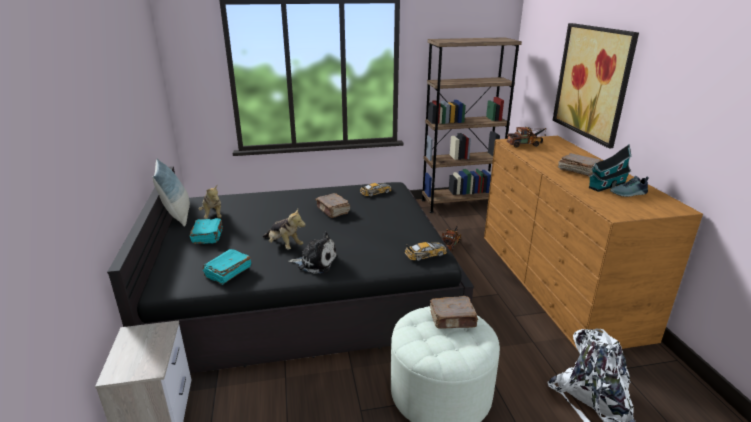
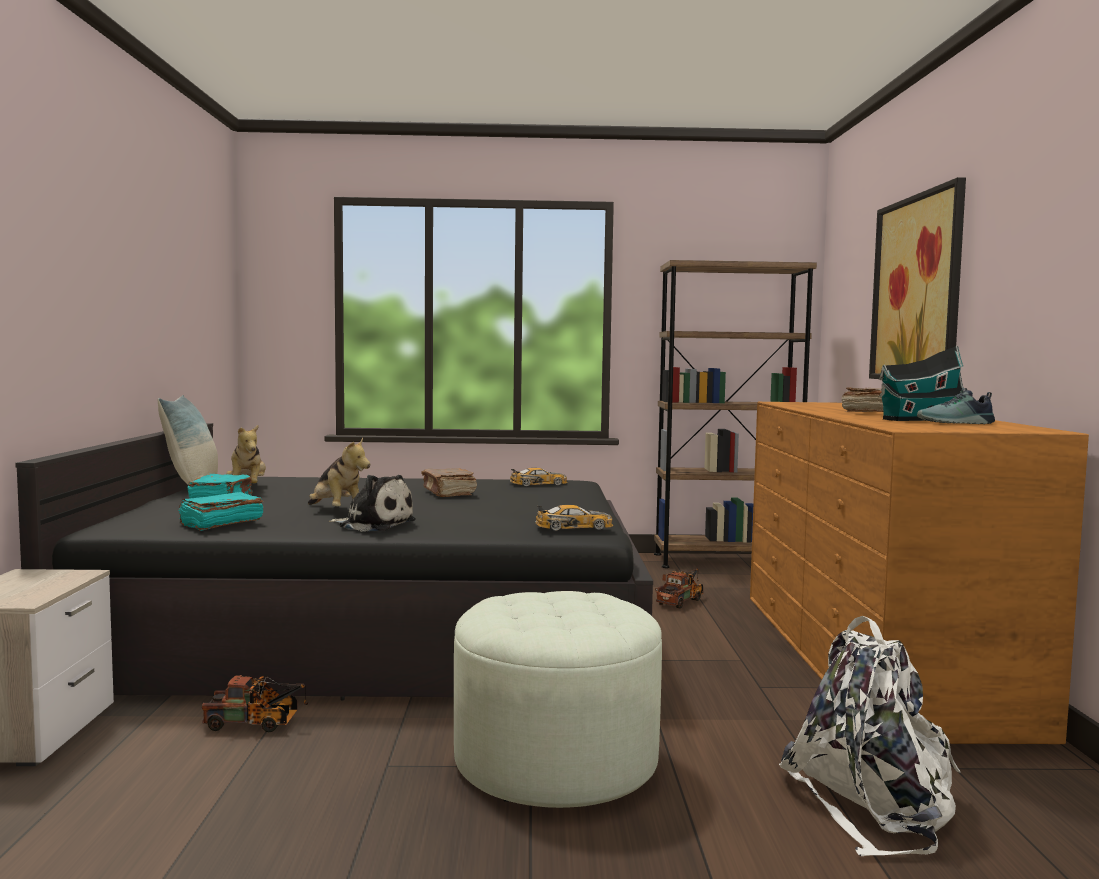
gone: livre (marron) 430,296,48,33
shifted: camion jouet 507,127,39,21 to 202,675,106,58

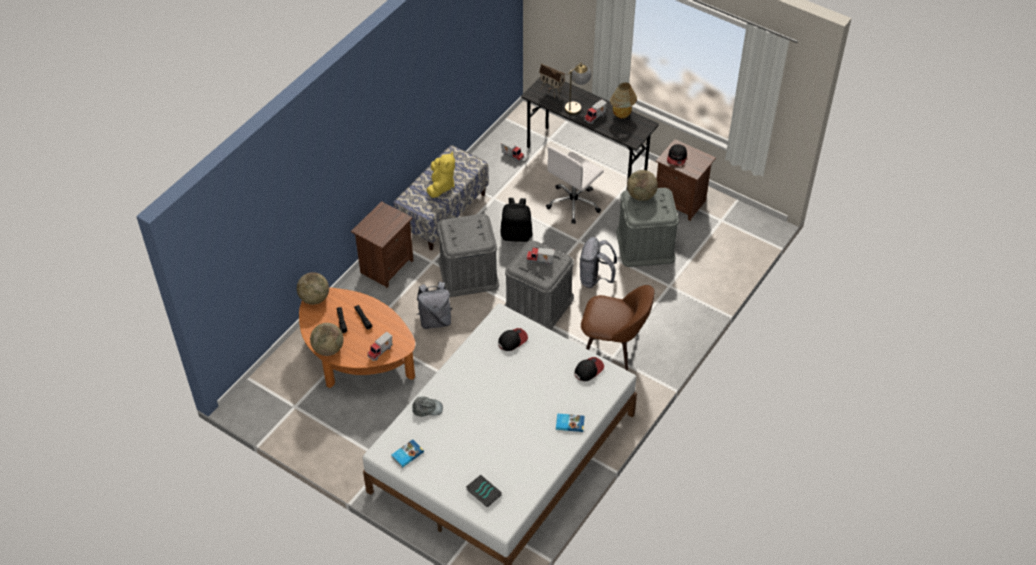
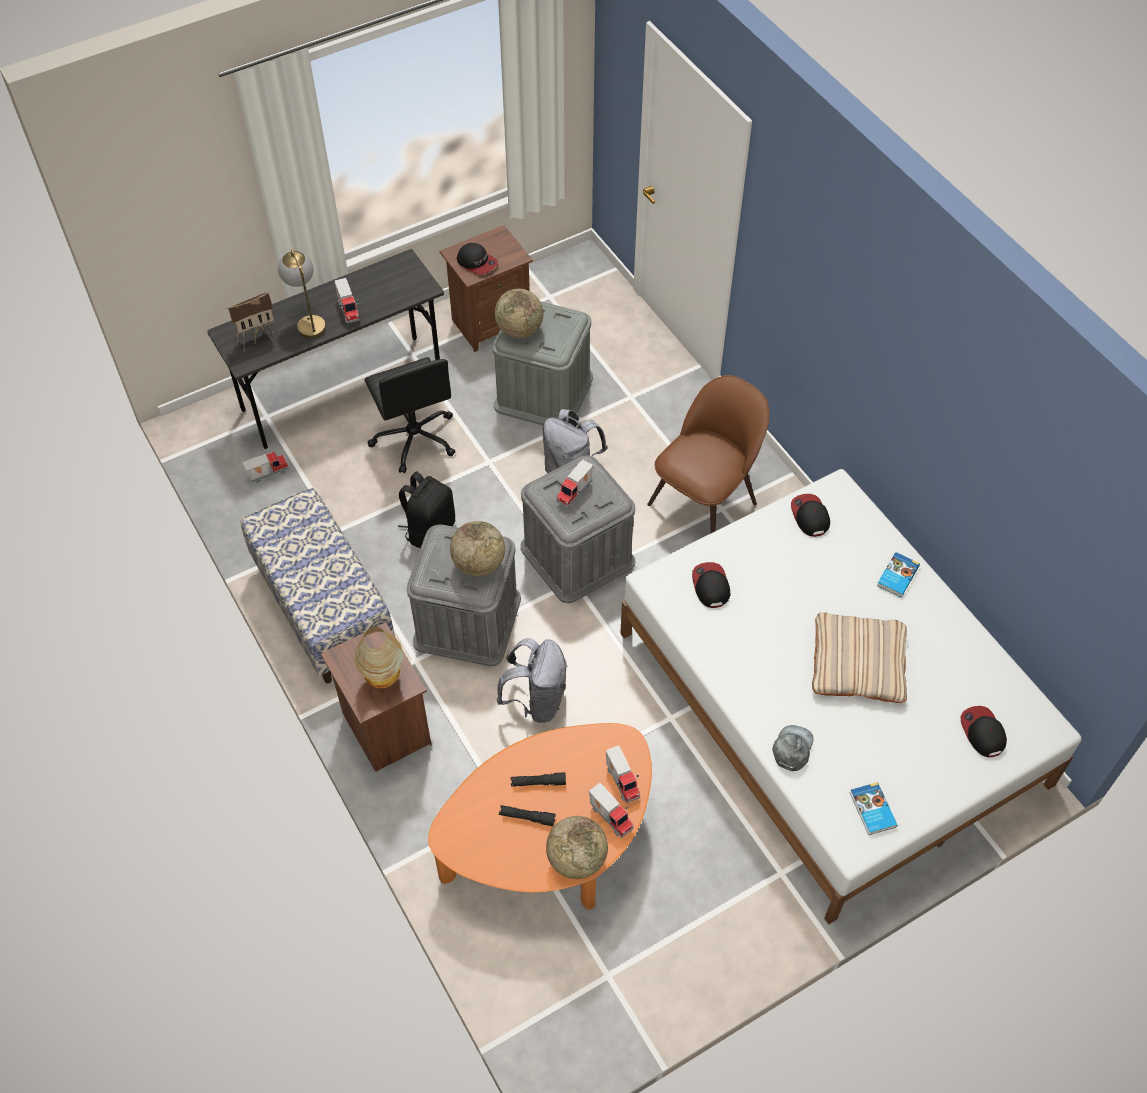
gone: peluche (jaune) 427,151,28,47
new: camion jouet 589,783,45,55; coussin (beige) 812,612,95,91
shifted: globe 297,272,32,33 to 450,521,55,55; lampe de table 610,82,27,36 to 354,627,49,61
swapped: livre 466,475,36,33 to casquette 961,706,46,51
repainted: chaise de bureau (blanc) 546,147,58,76 to chaise de bureau (noir) 364,357,91,116

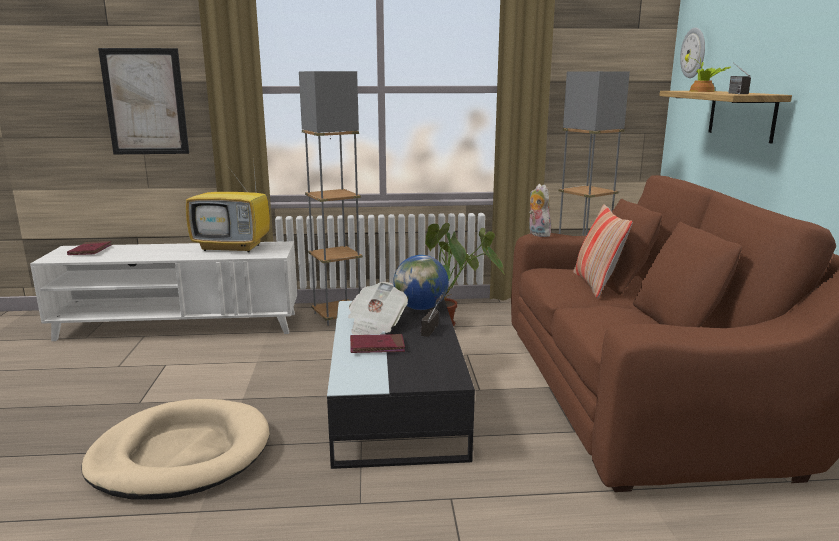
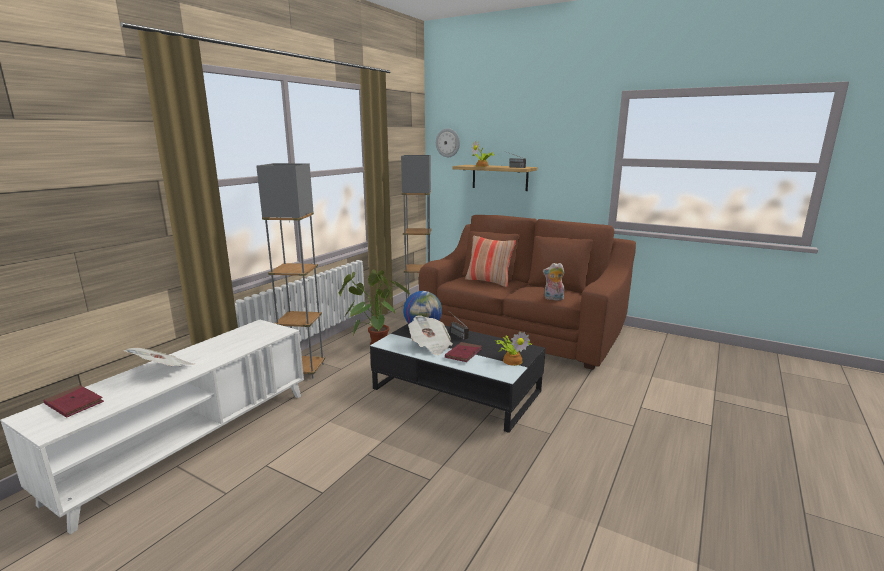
gone: panier pour chien (beige) 81,399,189,101; tableau 98,48,91,106; téléviseur 186,159,84,93
new: journal 123,348,71,18; plante en pot 496,331,37,35
shifted: peluche 529,184,22,53 to 543,263,22,37

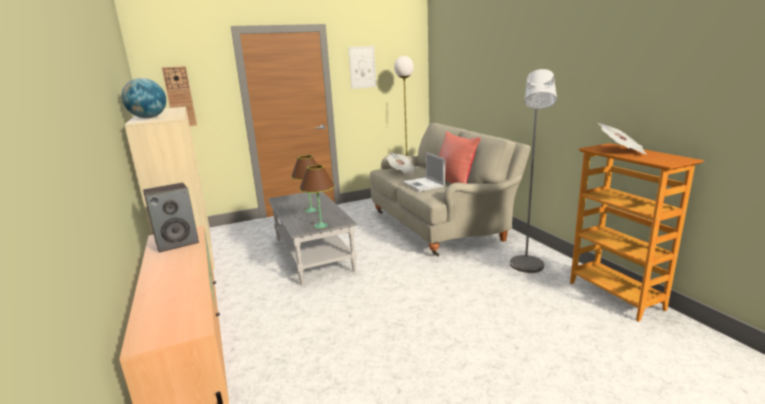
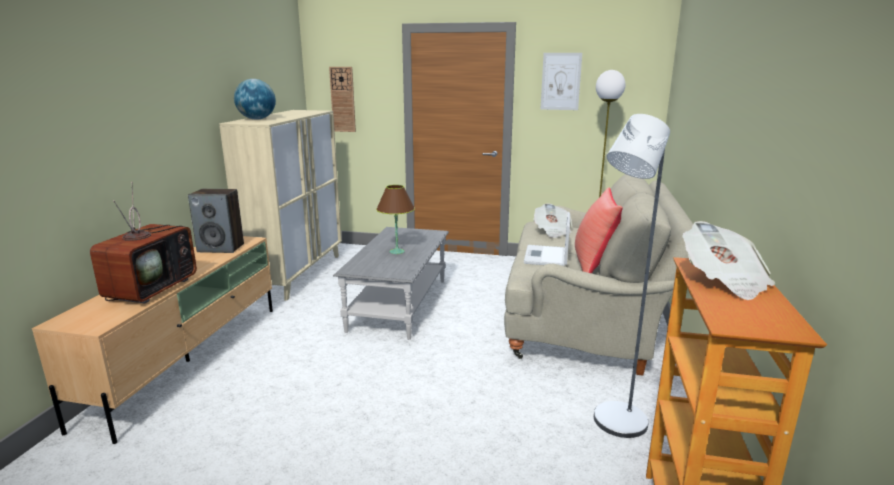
gone: lampe de table (marron) 299,165,36,63
new: téléviseur 90,182,107,121

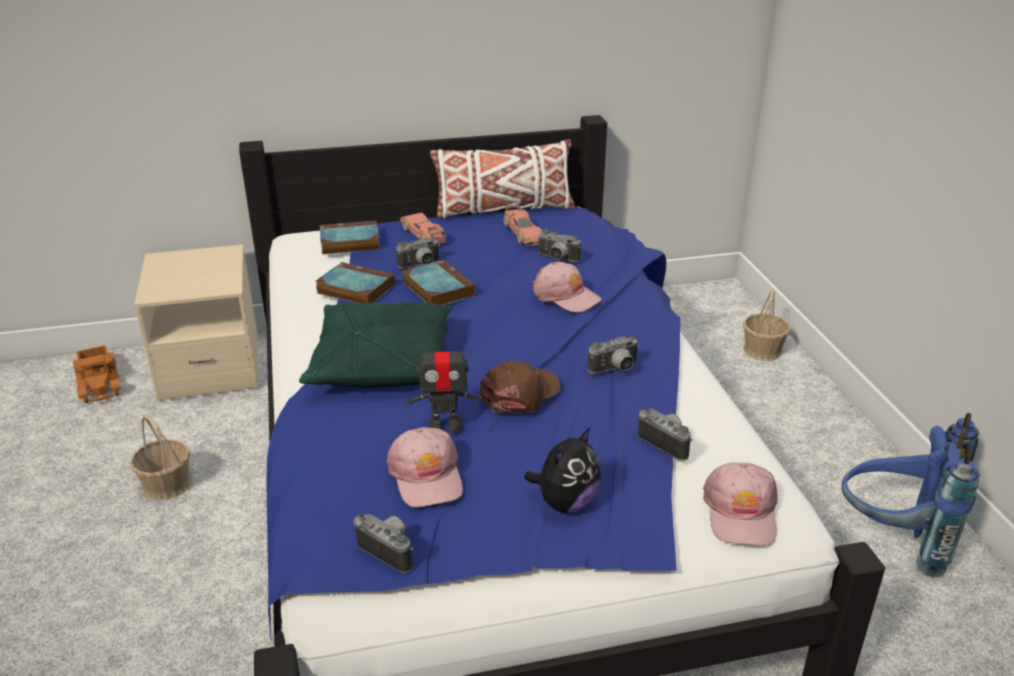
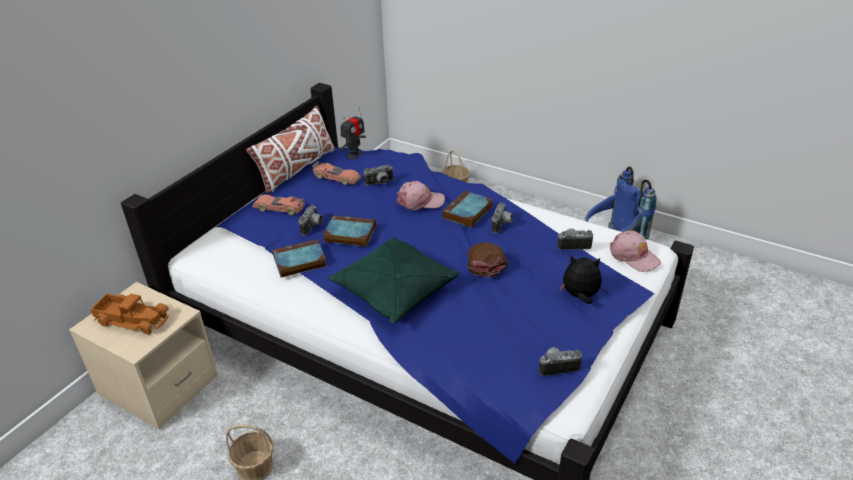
gone: casquette (rose) 386,427,77,80
shifted: camion jouet 73,345,48,58 to 90,293,79,41; livre 320,221,60,33 to 442,191,50,37; robot jouet 405,339,77,95 to 340,108,26,51
rotated: peluche 524,427,77,86 = 559,256,43,48 75 degrees counterclockwise

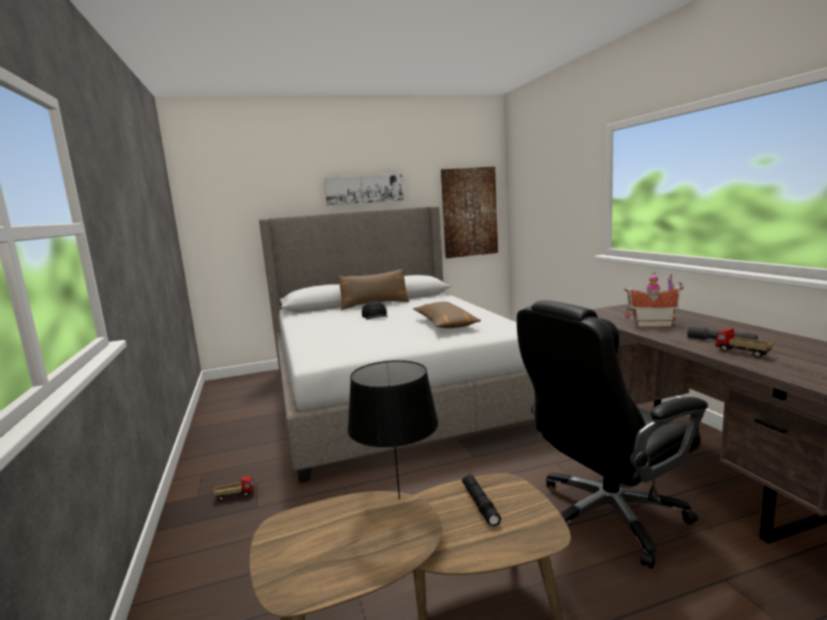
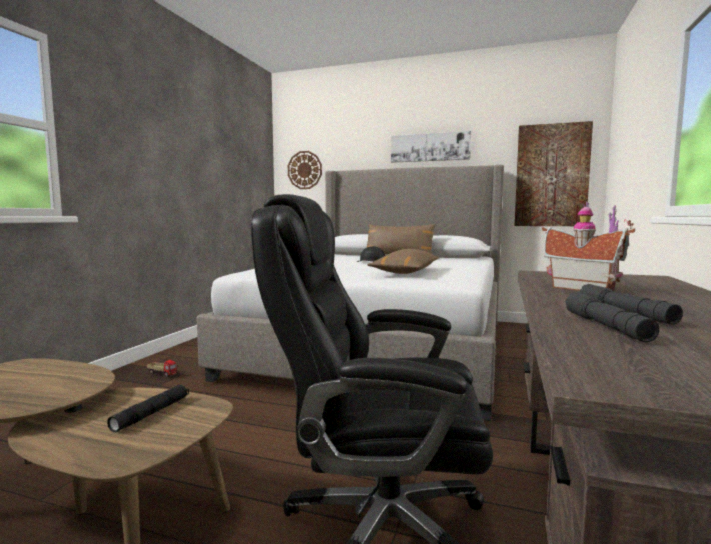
gone: lampe de table (noir) 347,360,92,139
new: horloge murale 288,151,34,38
swapped: camion jouet 714,329,59,29 to lampe de poche (gris) 566,292,93,50

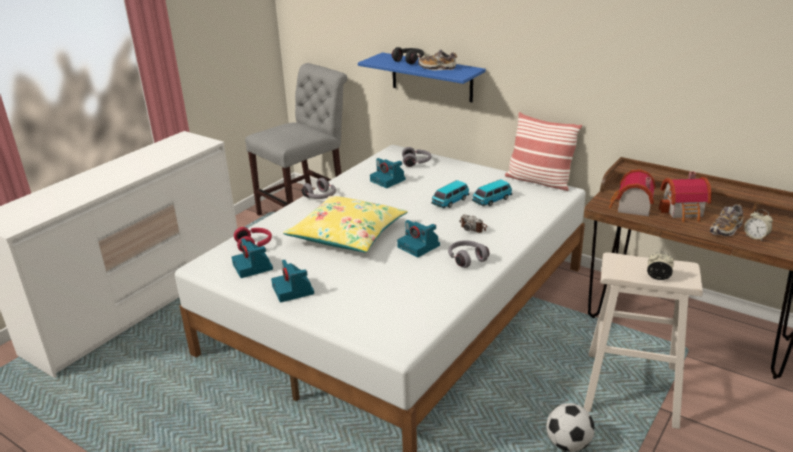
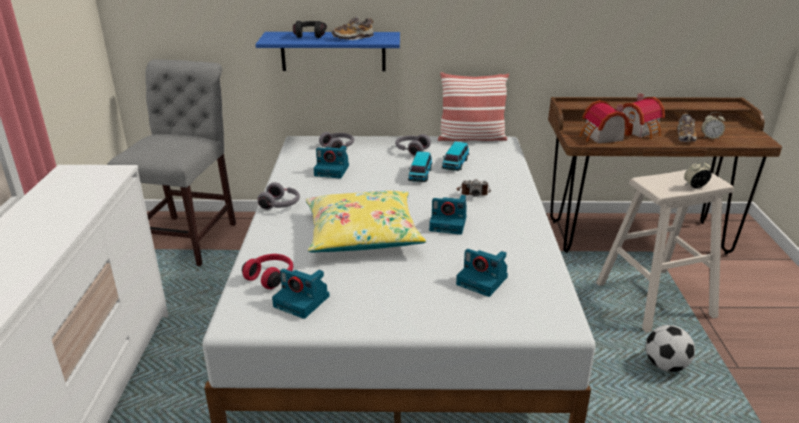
shifted: appareil photo 271,260,43,43 to 456,249,52,48; casque audio (gris) 448,240,41,28 to 395,134,36,22

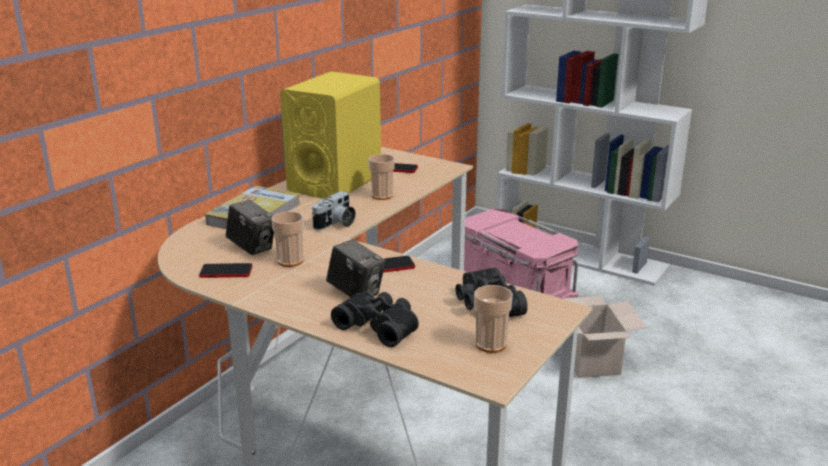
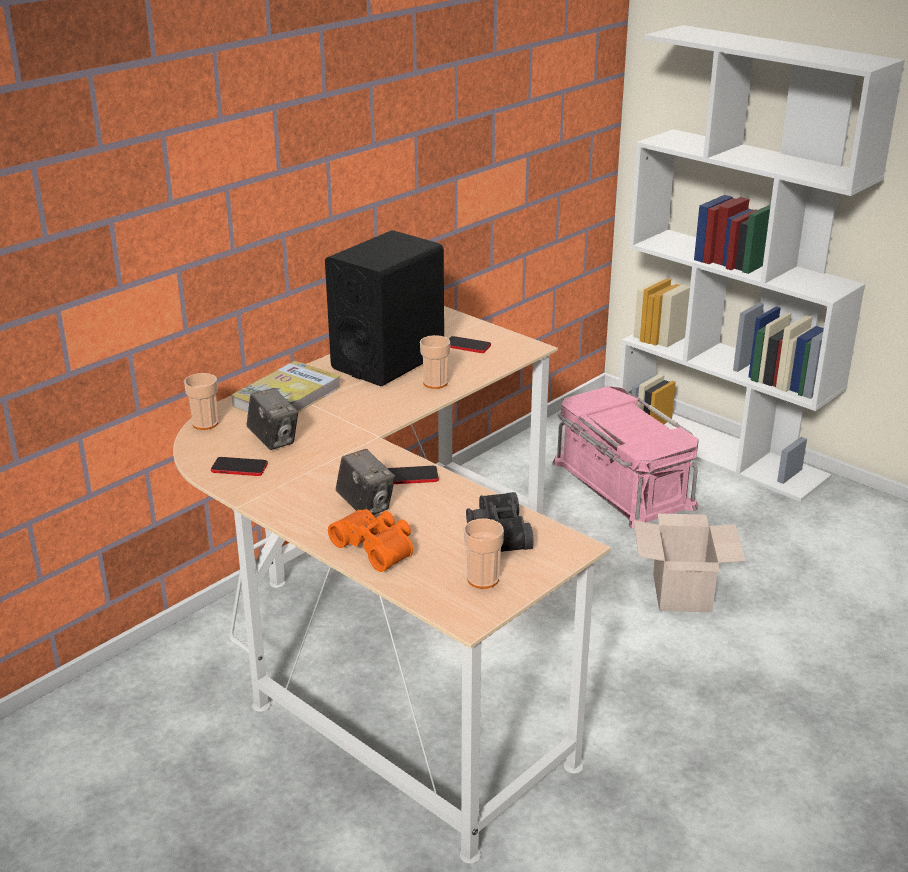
gone: appareil photo 312,191,44,39
shifted: tasse 271,211,33,56 to 184,373,34,57
repainted: enceinte (jaune) 280,71,101,128 to enceinte (noir) 325,230,119,156; jumelles (noir) 331,291,88,56 to jumelles (orange) 328,509,85,63

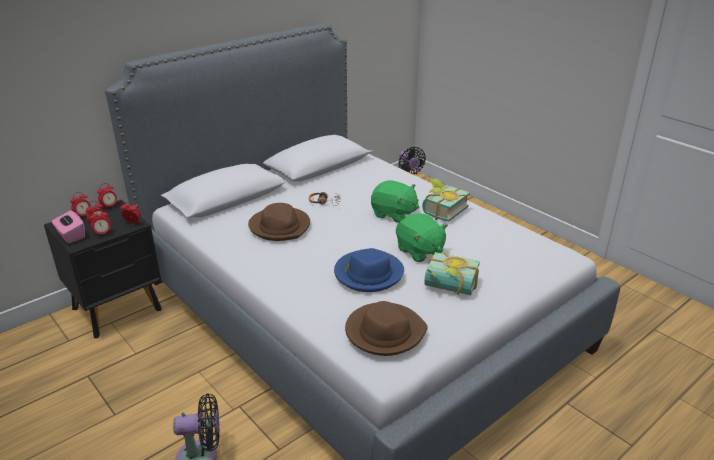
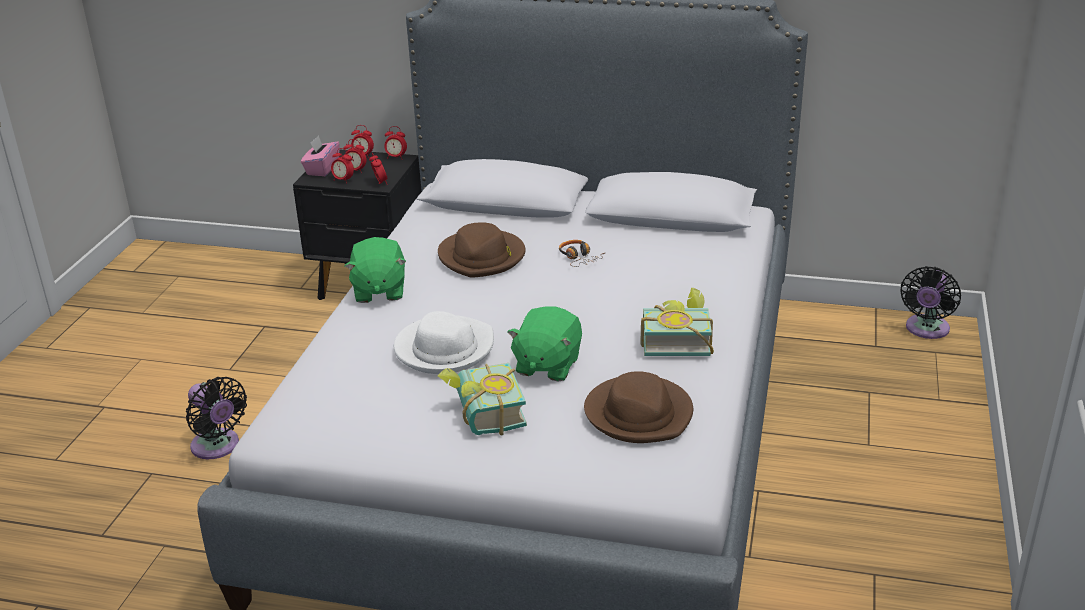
shifted: chapeau (marron) 345,301,83,55 to 584,371,109,72; peluche (vert) 371,180,48,43 to 345,237,61,66
repainted: chapeau (bleu) 334,248,70,44 to chapeau (blanc) 394,311,100,63

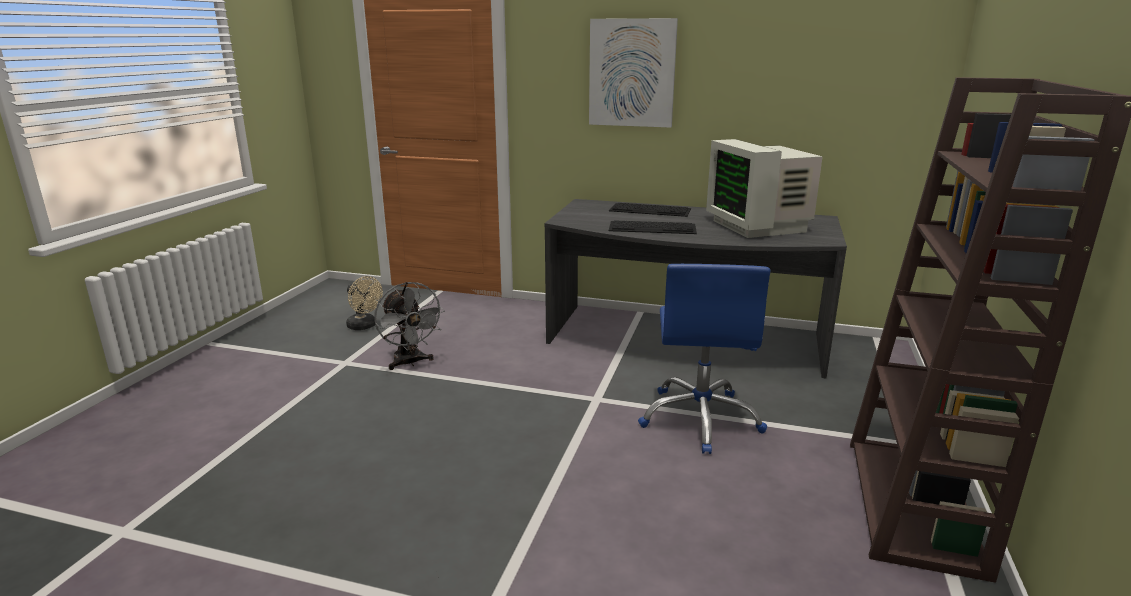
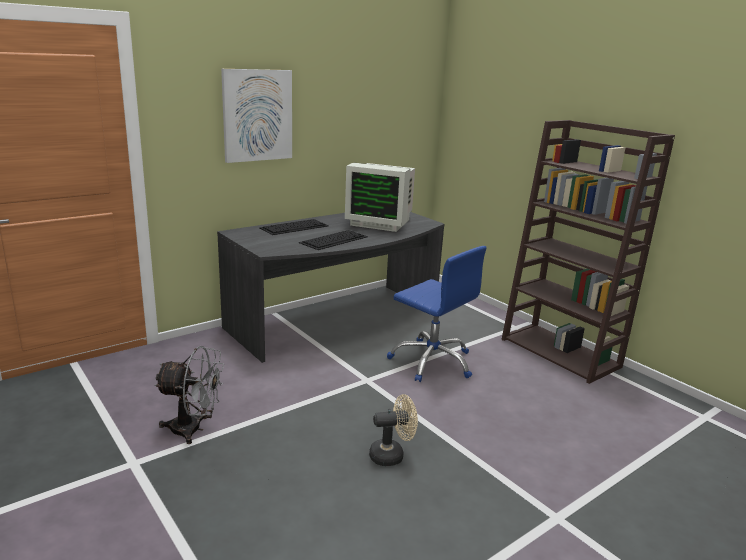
shifted: ventilateur (beige) 346,276,37,54 to 369,394,49,72

